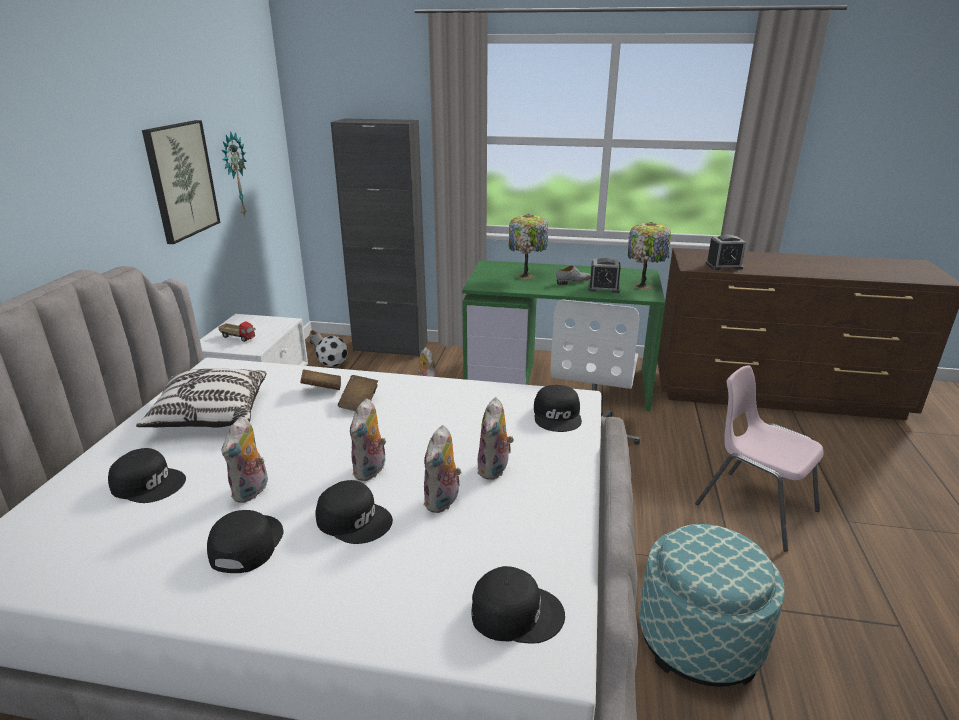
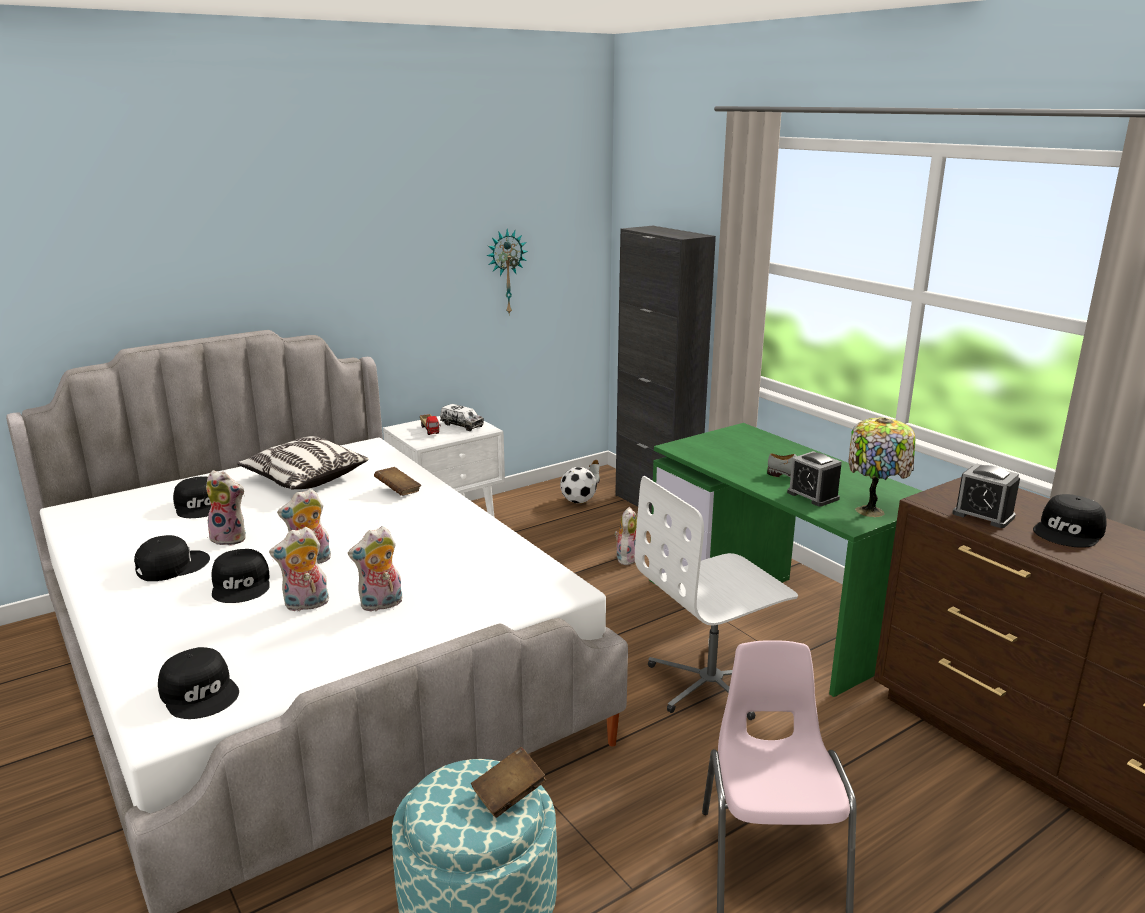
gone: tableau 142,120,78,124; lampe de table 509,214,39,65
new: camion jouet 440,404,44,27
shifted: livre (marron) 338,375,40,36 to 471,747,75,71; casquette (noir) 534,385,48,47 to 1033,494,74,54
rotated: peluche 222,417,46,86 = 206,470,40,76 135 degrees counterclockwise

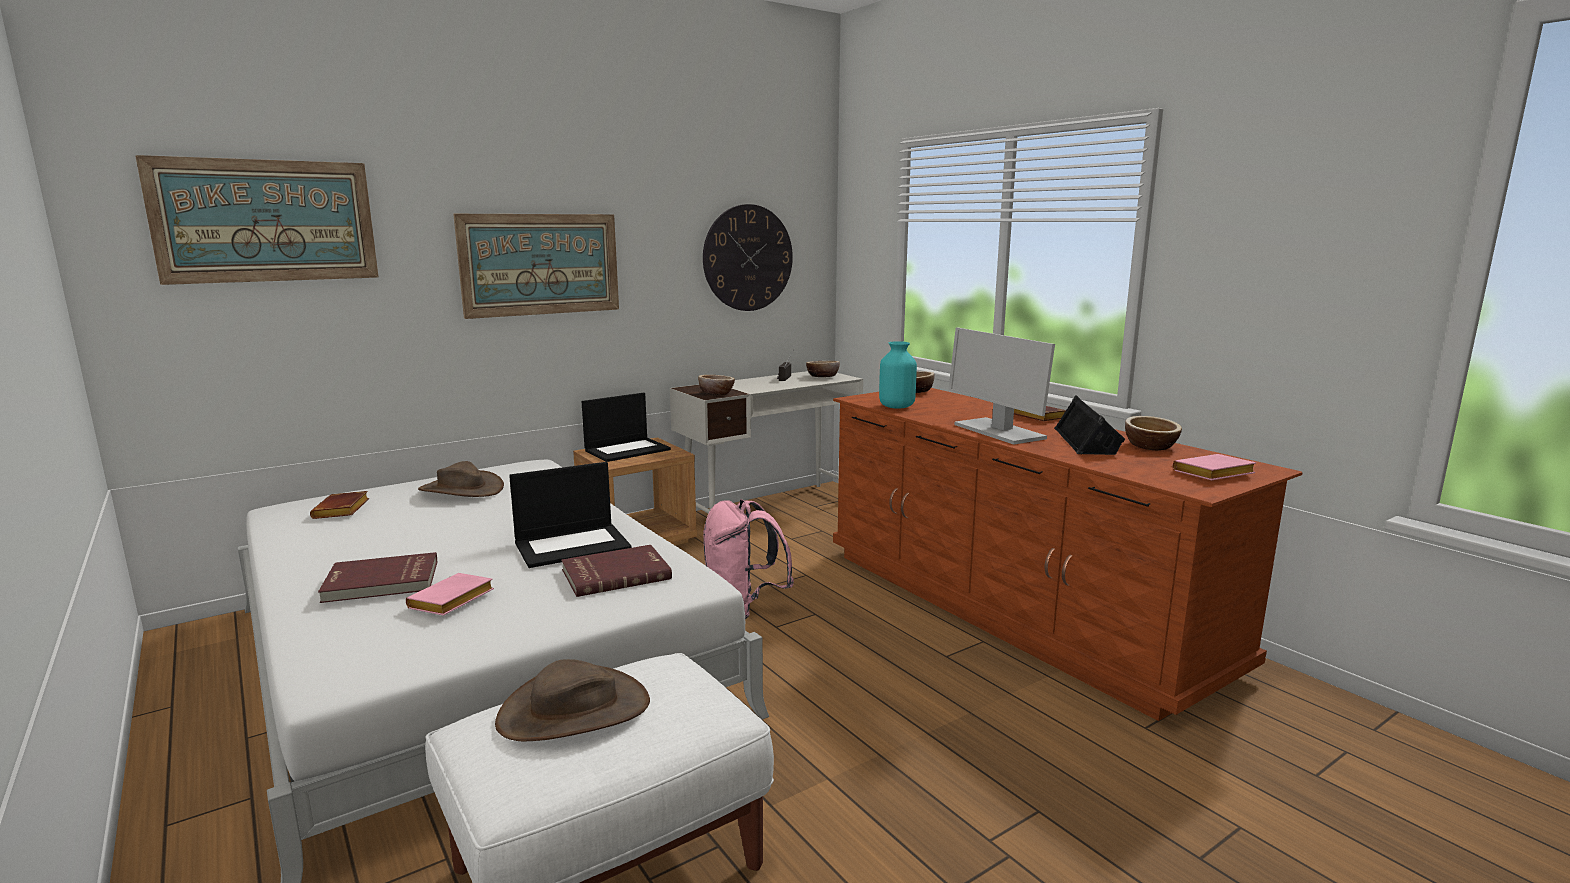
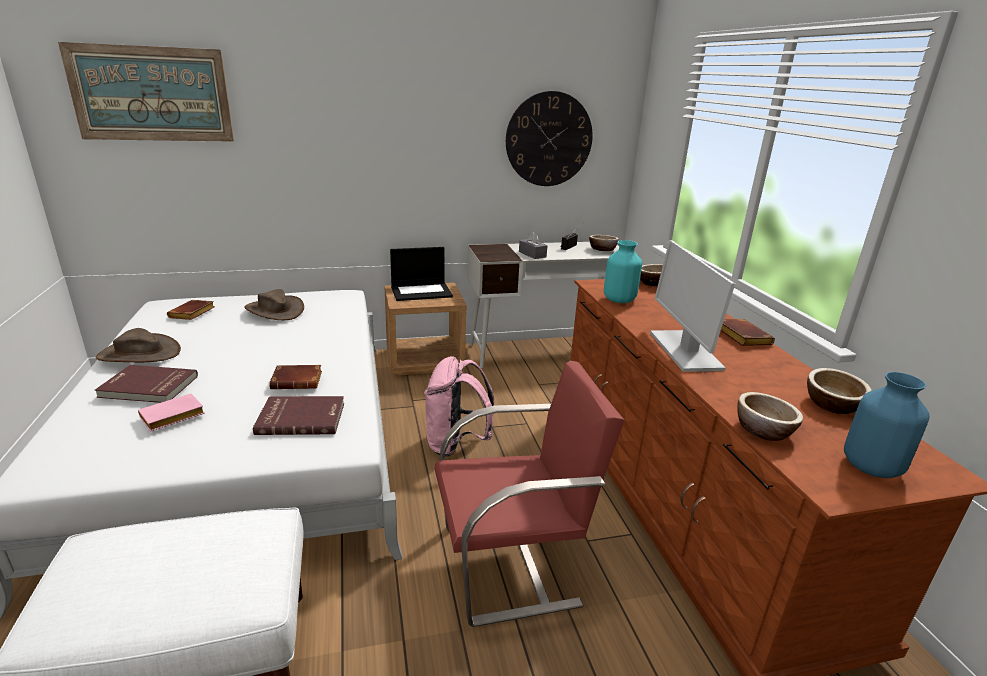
gone: tableau 453,214,166,105; enceinte (noir) 1054,395,71,60
new: chaise (rouge) 435,361,190,266; boîte à mouchoirs (gris) 519,231,28,28
shifted: chapeau (marron) 495,659,155,83 to 96,328,85,34; bol 698,375,37,20 to 737,392,66,49
swapped: ordinateur portable 509,462,123,106 to livre (marron) 269,365,53,25; livre (rose) 1173,454,83,26 to vase (bleu) 844,372,86,106

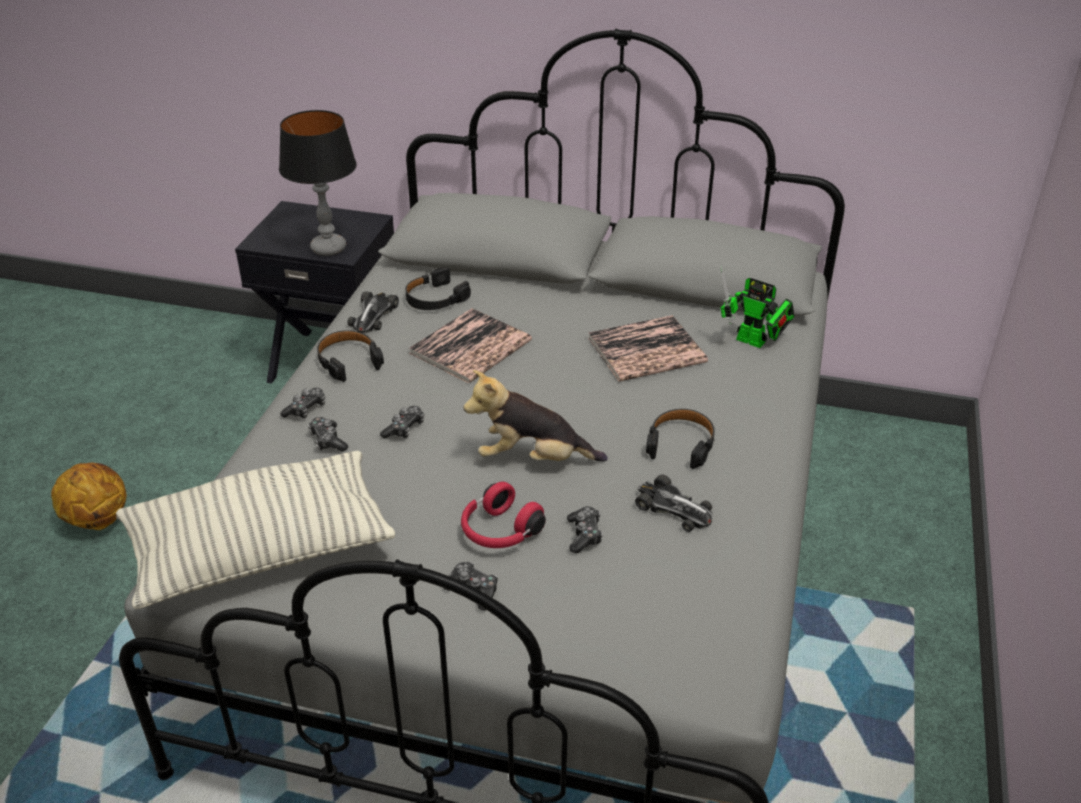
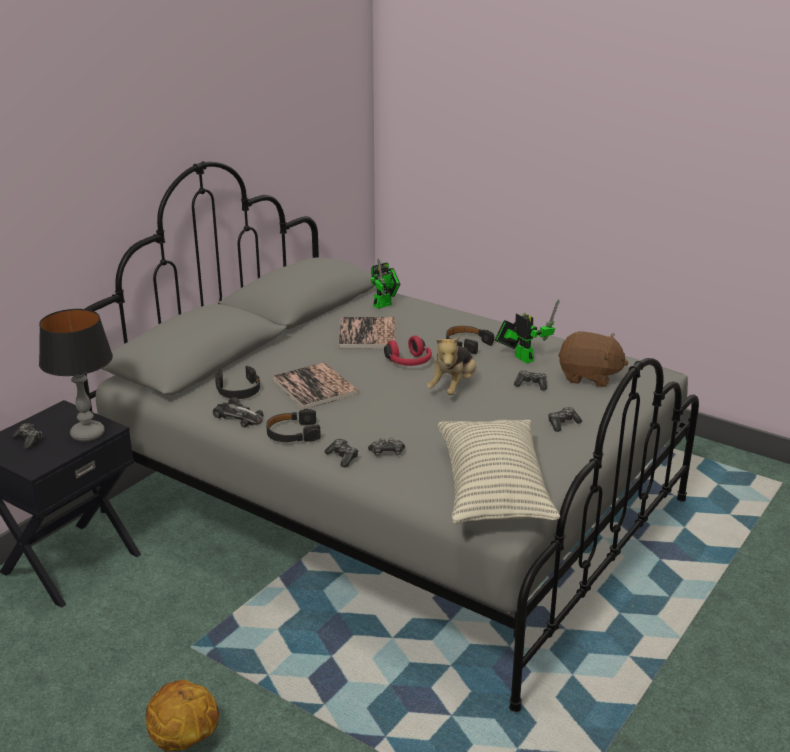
new: peluche (marron) 558,331,71,56
shifted: manette 380,406,44,33 to 12,423,30,27; casque audio (rouge) 461,482,85,66 to 384,336,48,30
swapped: petite voiture 635,474,77,58 to robot jouet 495,299,64,65

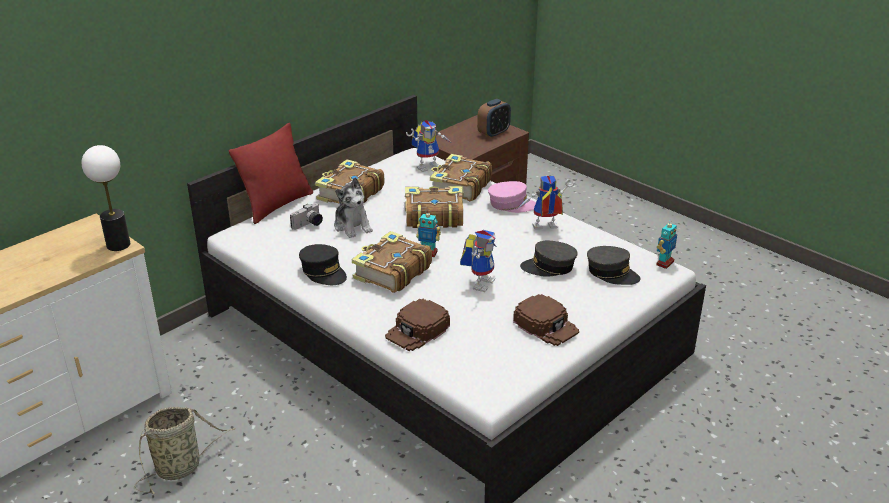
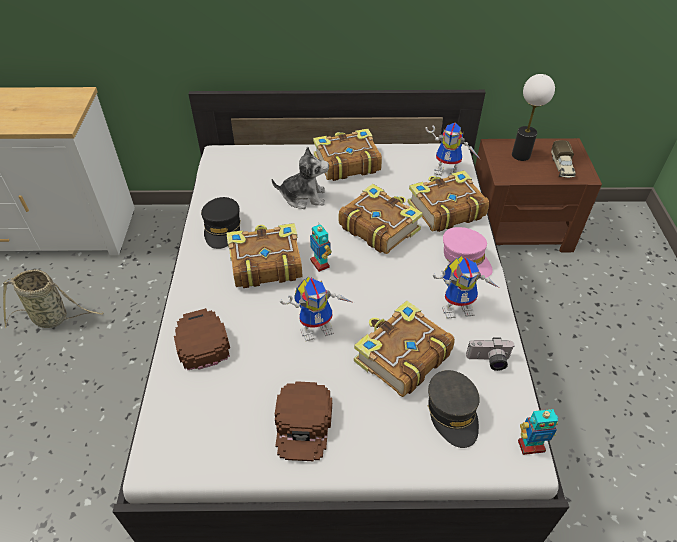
gone: coussin (rouge) 229,123,84,101
shifted: lampe de table 82,145,48,106 to 512,74,43,87; appareil photo 290,203,33,27 to 466,338,49,33
swapped: réveil 477,99,34,39 to camion jouet 551,140,25,38; casquette (gris) 520,241,58,36 to livre 354,300,101,97
rotated: peluche 334,177,39,61 = 272,147,57,62 105 degrees counterclockwise; casquette (marron) 385,299,65,52 = 174,308,56,62 75 degrees clockwise; robot jouet 516,176,59,54 = 433,256,66,63 135 degrees clockwise

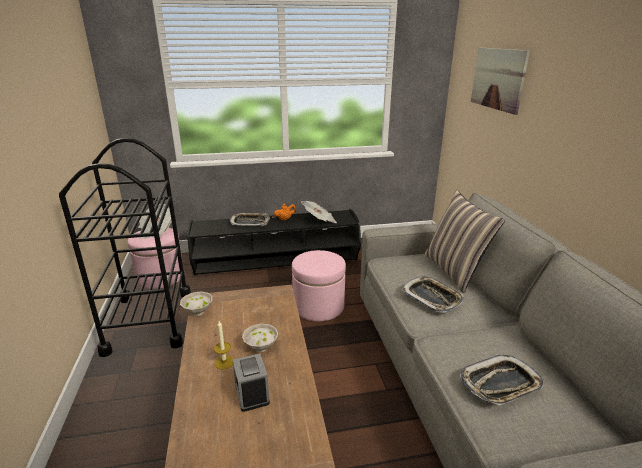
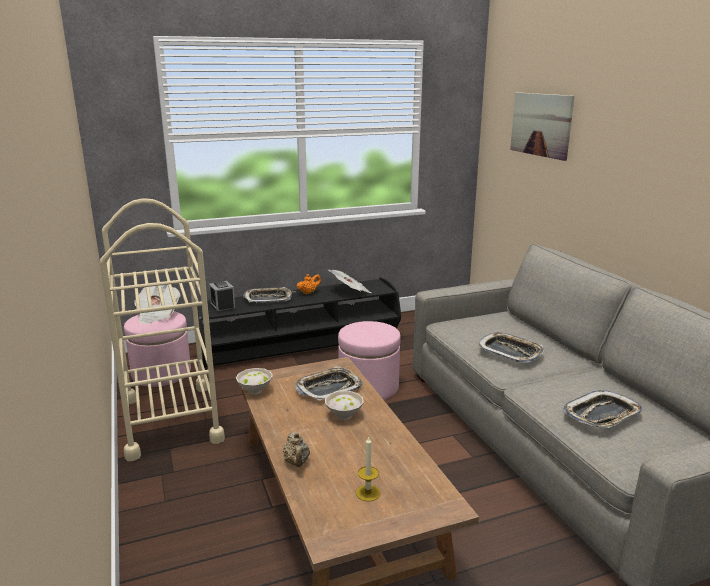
gone: coussin 424,190,81,103
new: théière (beige) 283,432,27,35; plateau 295,366,68,35
shifted: bougie 214,321,20,48 to 356,437,25,65; réveil 233,354,37,58 to 209,281,27,32
repainted: chariot (noir) 59,138,132,219 to chariot (beige) 100,198,125,263

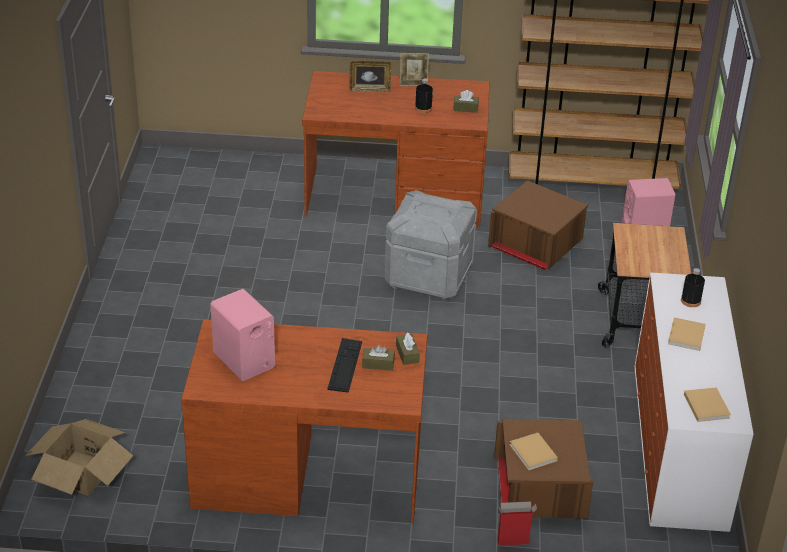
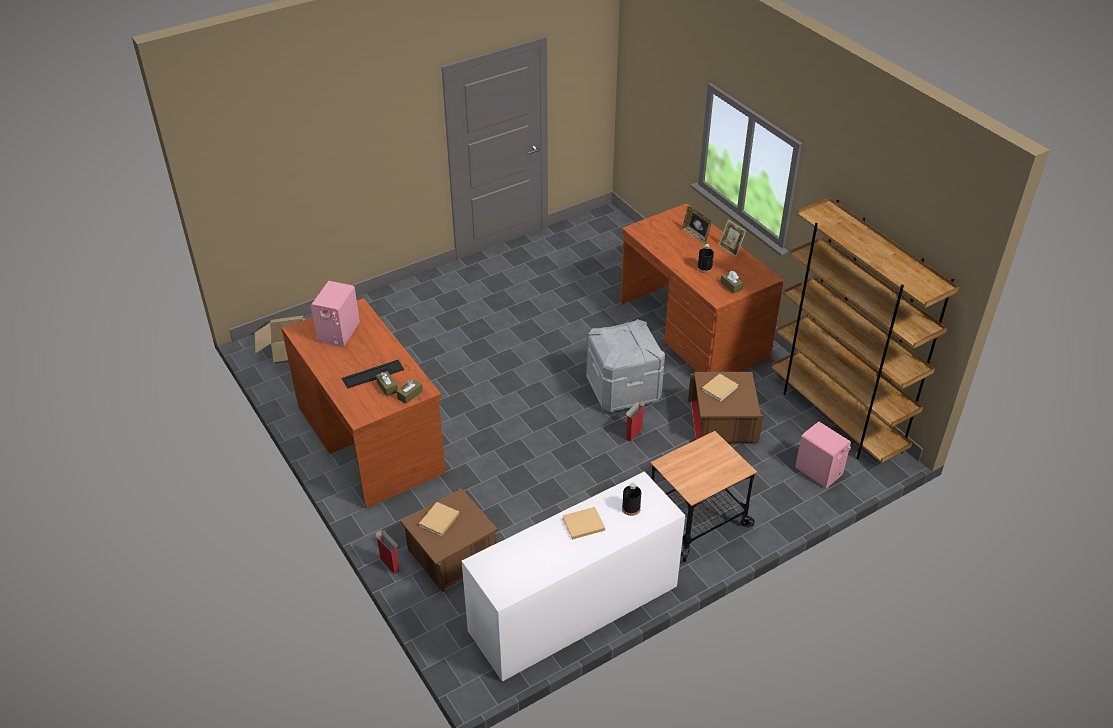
new: carton 626,400,19,42
shifted: livre (beige) 684,387,47,35 to 702,374,36,28

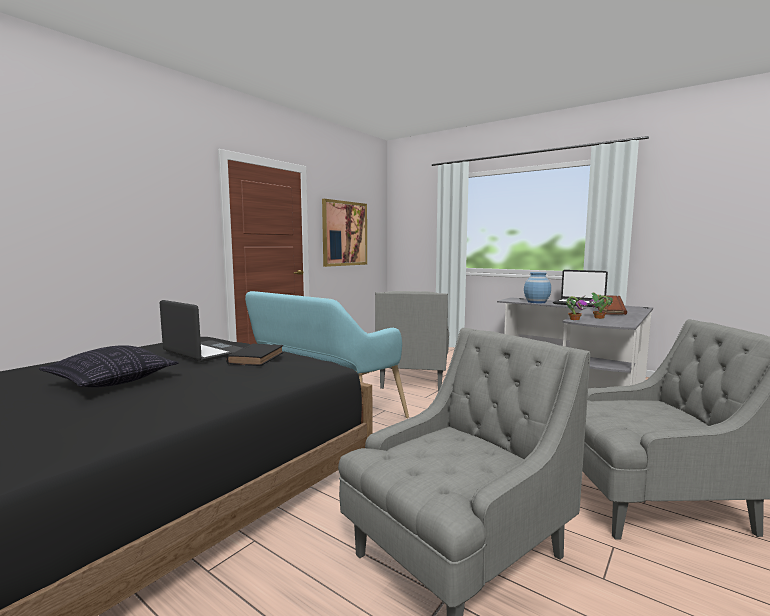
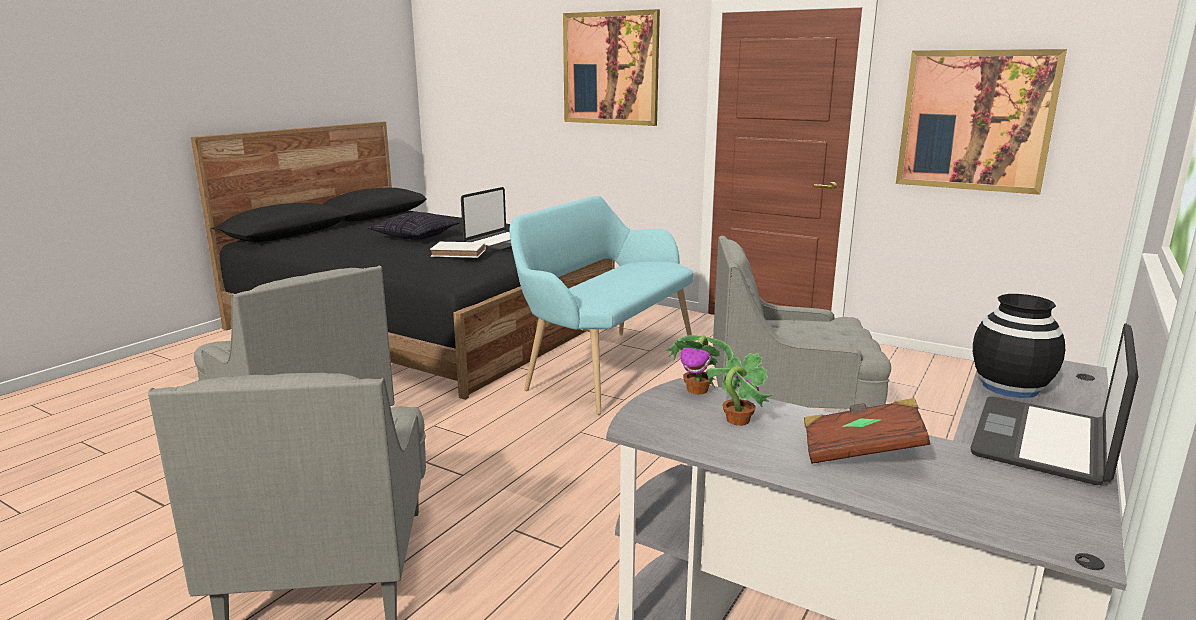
new: tableau 563,9,97,117
repainted: livre (noir) 226,344,58,22 to livre (blanc) 430,242,56,16; vase (bleu) 524,272,27,31 to vase (noir) 973,294,92,104

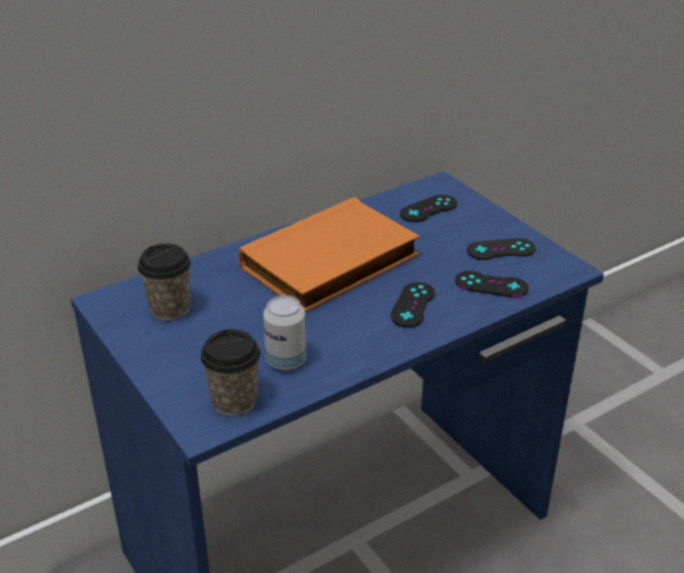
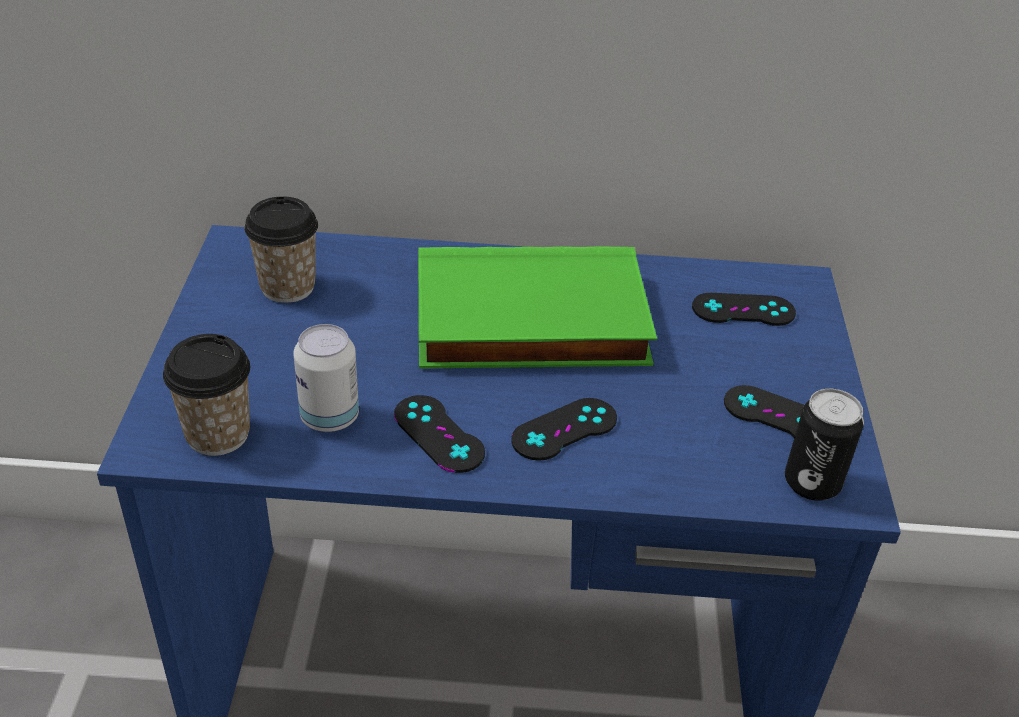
new: boîte métallique 785,389,79,112
shifted: manette (noir) 455,271,74,27 to 394,395,91,78
repainted: livre (orange) 238,197,182,115 to livre (vert) 418,246,239,122

